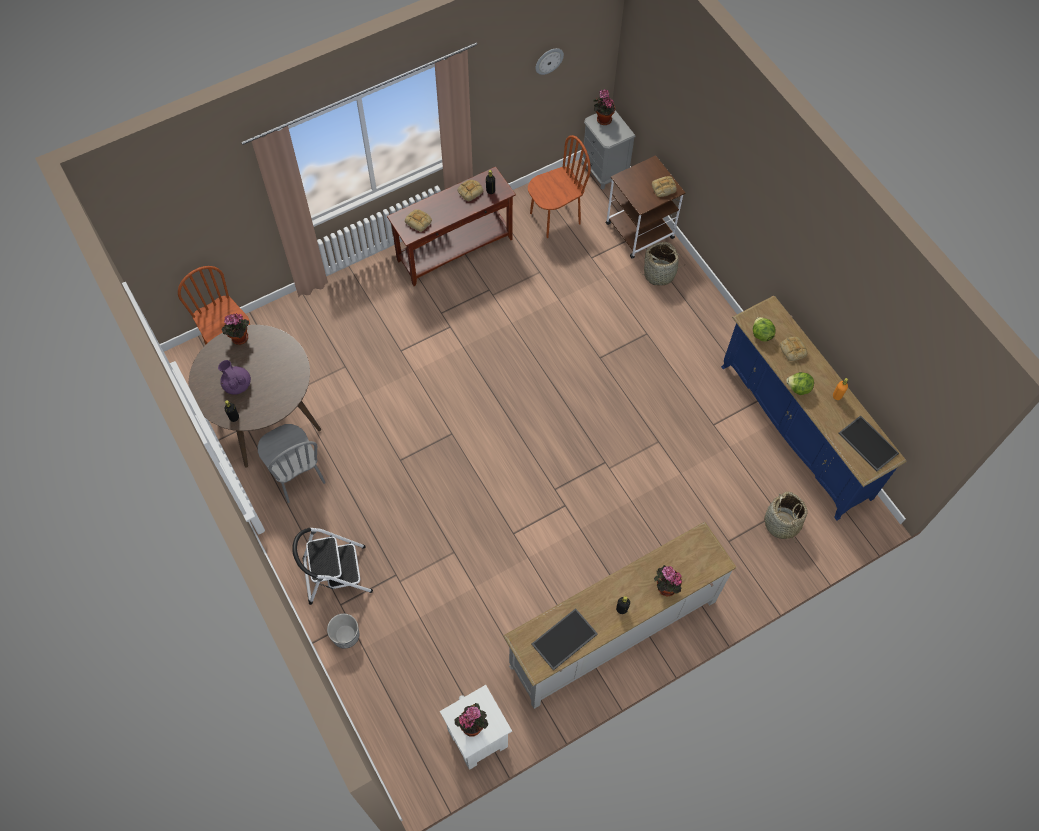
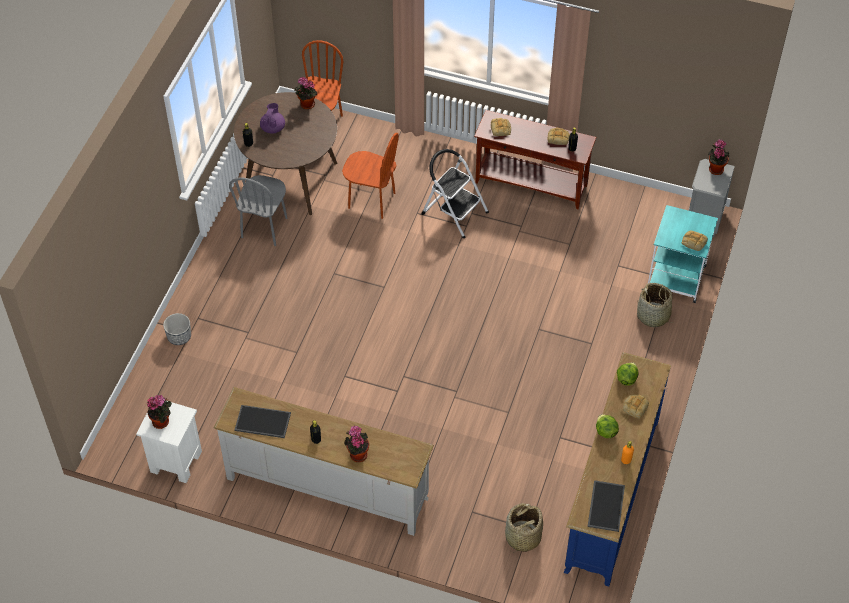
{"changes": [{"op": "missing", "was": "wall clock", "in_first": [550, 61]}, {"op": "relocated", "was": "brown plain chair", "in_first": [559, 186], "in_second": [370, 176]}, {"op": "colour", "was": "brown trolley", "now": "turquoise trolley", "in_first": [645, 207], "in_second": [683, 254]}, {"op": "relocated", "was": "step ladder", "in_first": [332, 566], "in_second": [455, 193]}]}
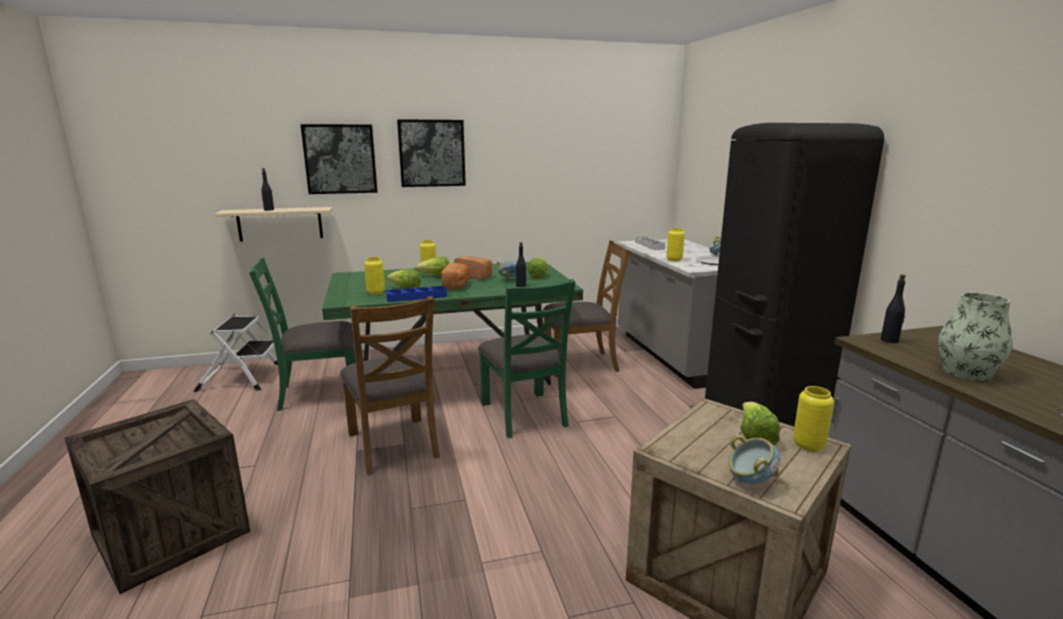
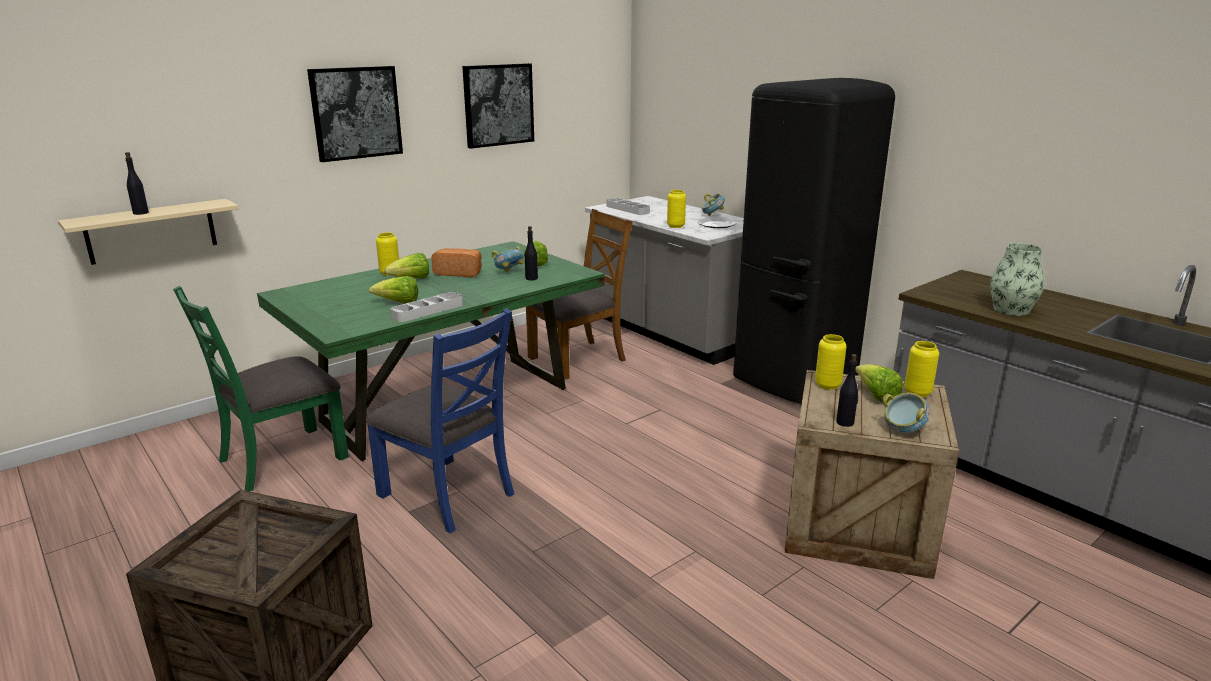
{"changes": [{"op": "relocated", "was": "wall art", "in_first": [339, 159], "in_second": [498, 106]}, {"op": "relocated", "was": "yellow-coloured decorative vase", "in_first": [374, 276], "in_second": [831, 362]}, {"op": "missing", "was": "bread", "in_first": [455, 276]}, {"op": "relocated", "was": "black-coloured bottle", "in_first": [893, 308], "in_second": [847, 390]}, {"op": "missing", "was": "green-coloured plain chair", "in_first": [526, 358]}, {"op": "colour", "was": "bluish serving tray", "now": "gray serving tray", "in_first": [416, 294], "in_second": [427, 307]}, {"op": "colour", "was": "brown plain chair", "now": "bluish plain chair", "in_first": [390, 386], "in_second": [440, 420]}, {"op": "missing", "was": "step ladder", "in_first": [235, 353]}]}
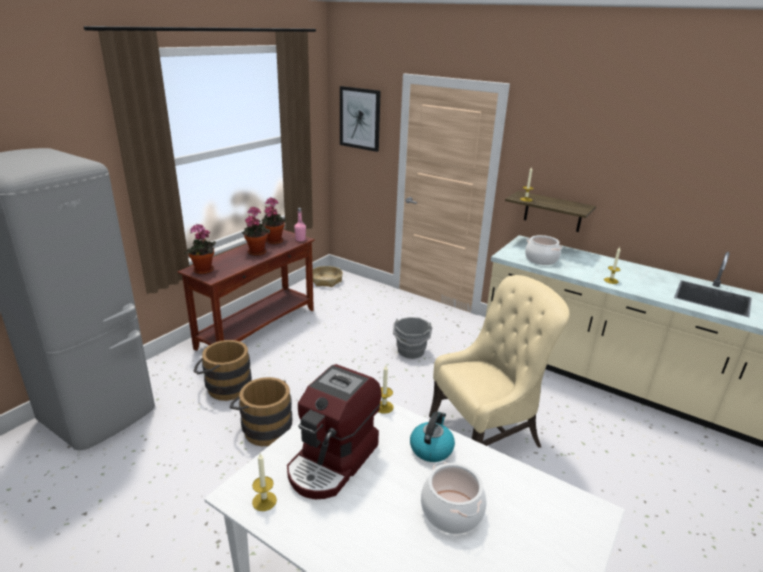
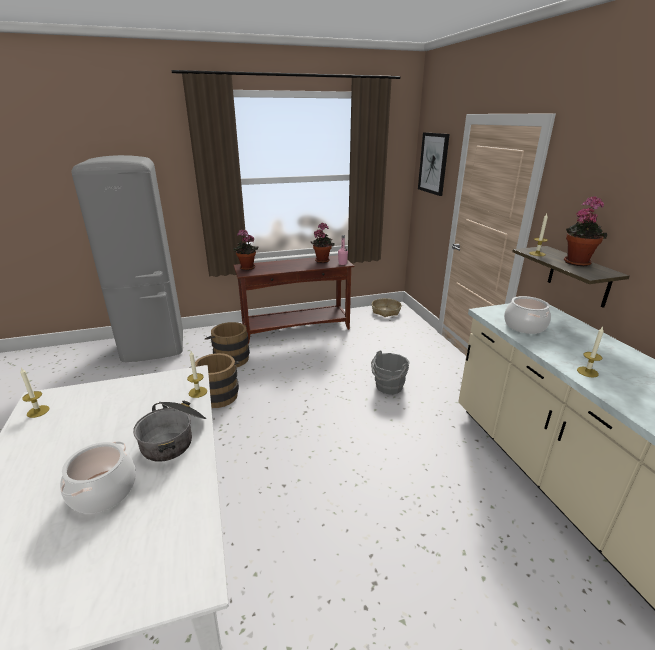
{"changes": [{"op": "relocated", "was": "potted plant", "in_first": [256, 231], "in_second": [585, 231]}, {"op": "missing", "was": "sand-coloured plain chair", "in_first": [499, 361]}, {"op": "missing", "was": "coffee machine", "in_first": [334, 431]}, {"op": "exchanged", "was": "kettle", "now": "saucepot", "in_first": [432, 436], "in_second": [169, 431]}]}
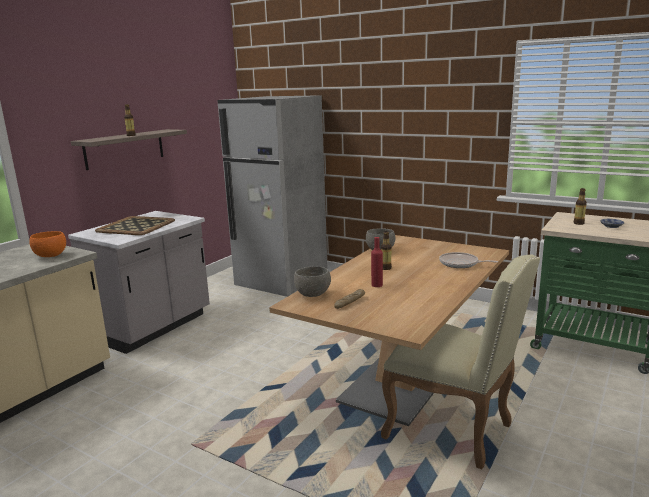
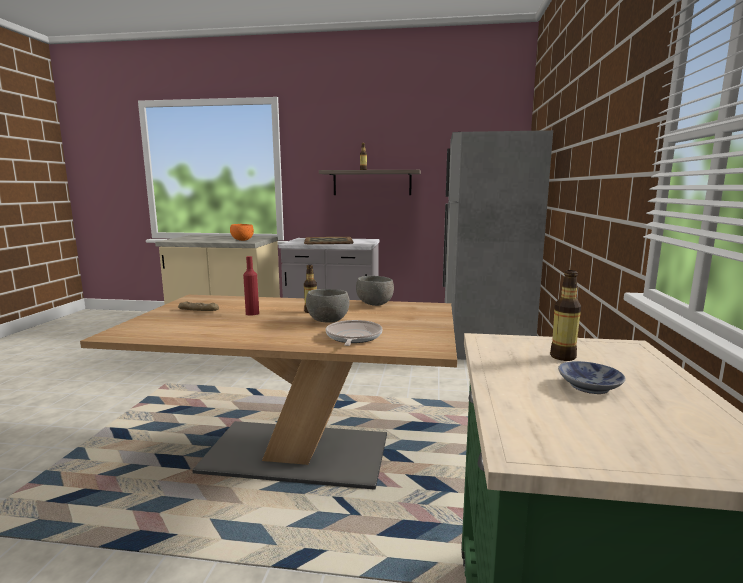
{"changes": [{"op": "missing", "was": "sand-coloured plain chair", "in_first": [460, 361]}, {"op": "relocated", "was": "gray bowl", "in_first": [312, 281], "in_second": [328, 305]}]}
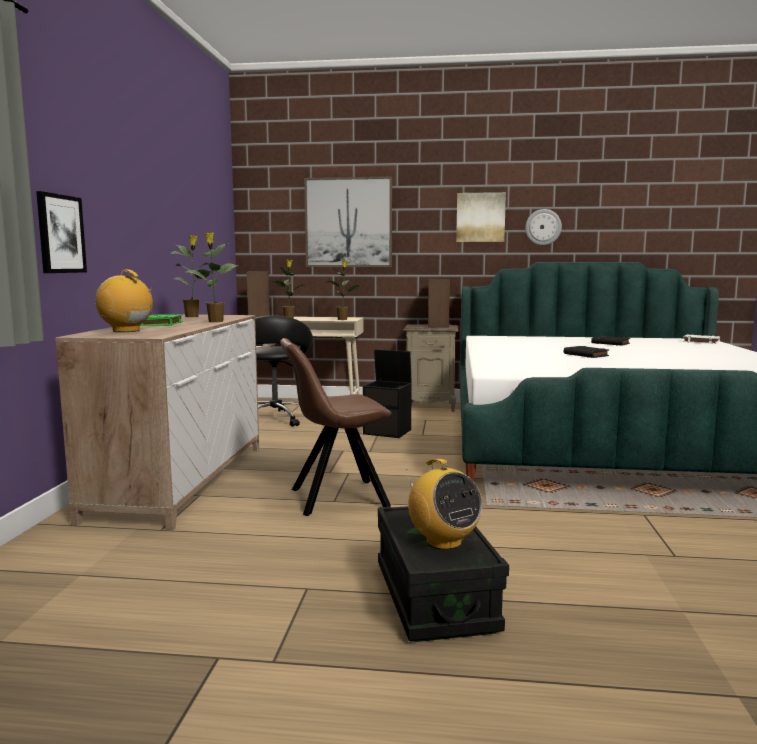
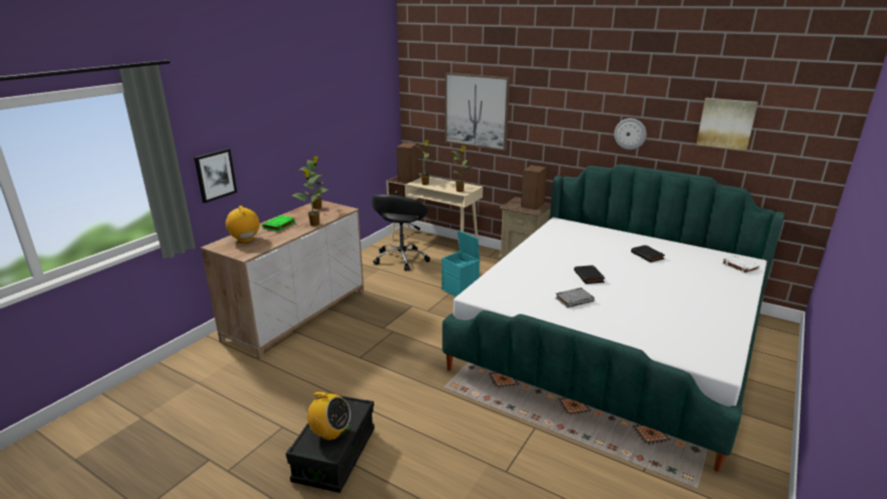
{"changes": [{"op": "relocated", "was": "wall art", "in_first": [481, 217], "in_second": [727, 124]}, {"op": "missing", "was": "brown plain chair", "in_first": [336, 427]}, {"op": "colour", "was": "black-coloured storage bin", "now": "turquoise storage bin", "in_first": [387, 393], "in_second": [461, 263]}, {"op": "spun", "was": "radio set", "in_first": [444, 504], "in_second": [326, 416], "clockwise": -60}, {"op": "appeared", "now": "gray volume", "in_second": [574, 298]}]}
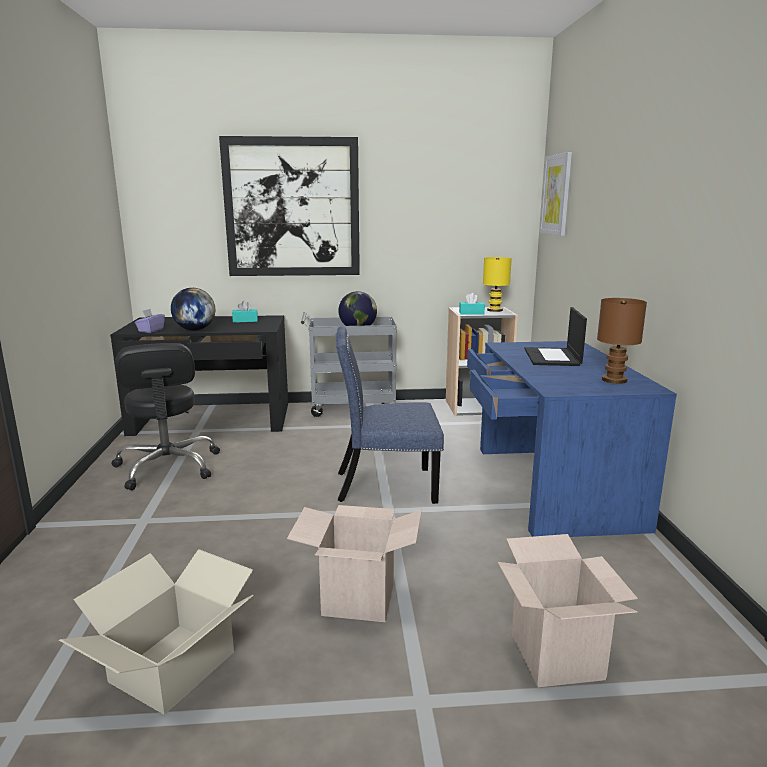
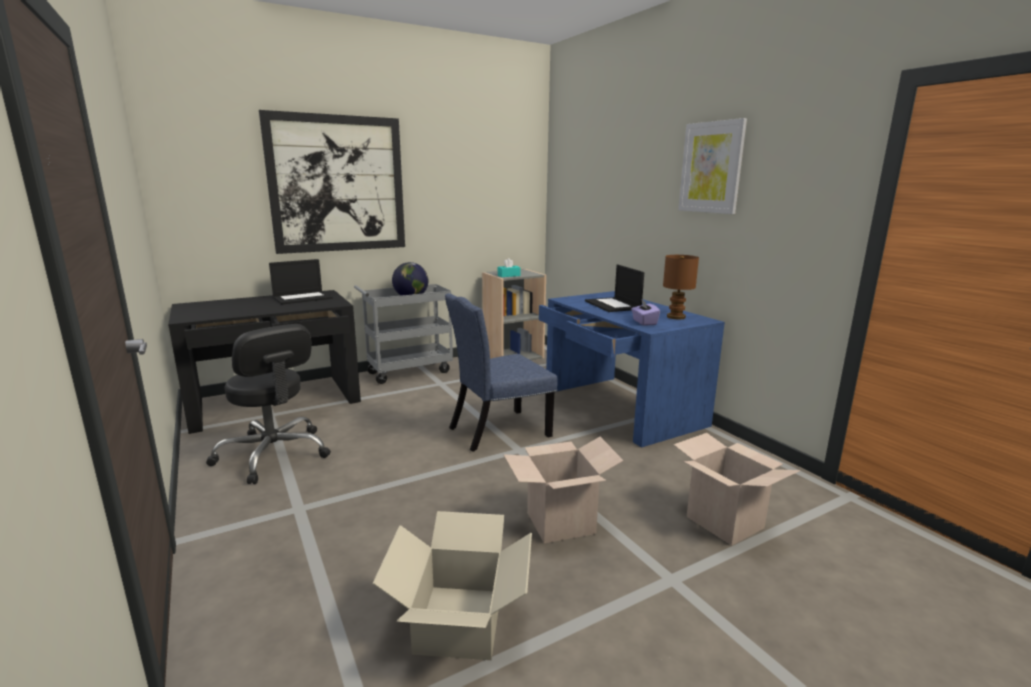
{"changes": [{"op": "relocated", "was": "wall art", "in_first": [556, 194], "in_second": [712, 166]}, {"op": "missing", "was": "yellow-coloured table lamp", "in_first": [497, 284]}, {"op": "missing", "was": "world globe", "in_first": [193, 309]}, {"op": "exchanged", "was": "turquoise box of tissues", "now": "laptop", "in_first": [245, 312], "in_second": [301, 281]}, {"op": "relocated", "was": "purplish box of tissues", "in_first": [150, 321], "in_second": [645, 312]}]}
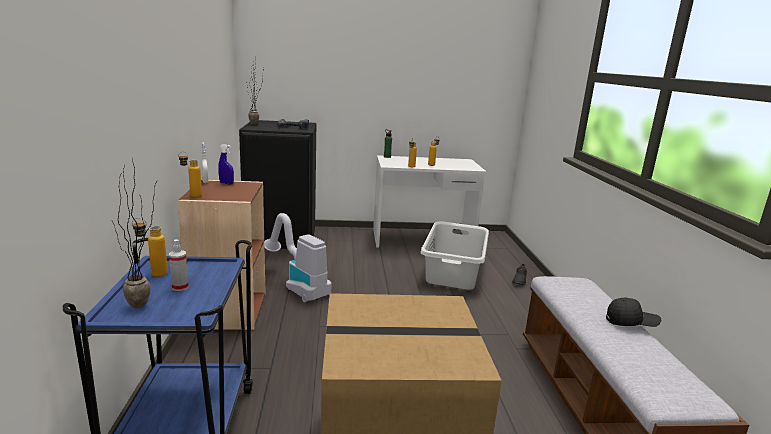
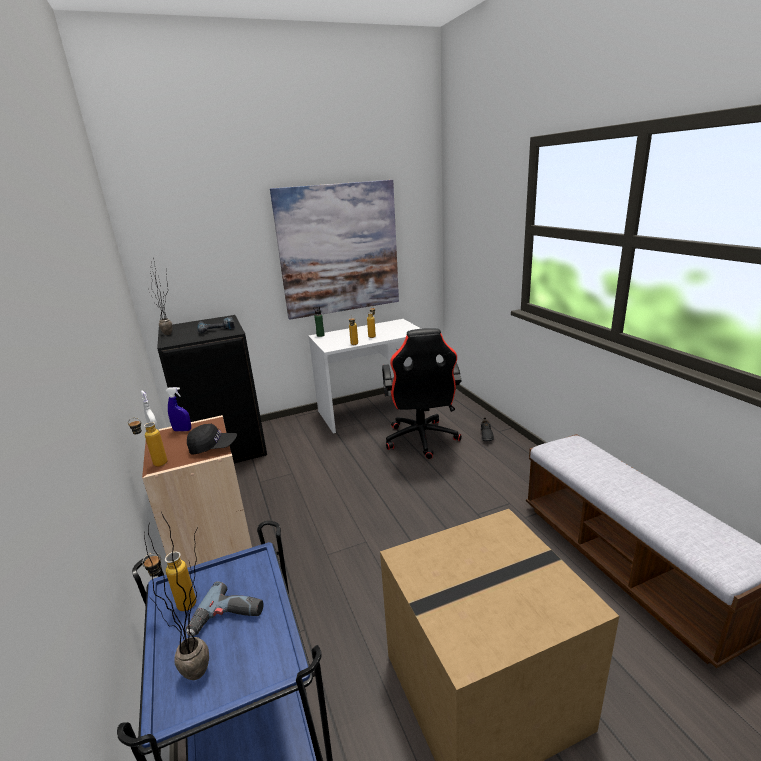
{"changes": [{"op": "missing", "was": "vacuum", "in_first": [298, 257]}, {"op": "exchanged", "was": "gray hamper", "now": "black-coloured computer chair", "in_first": [455, 255], "in_second": [422, 393]}, {"op": "exchanged", "was": "hand sprayer", "now": "electric drill", "in_first": [179, 265], "in_second": [225, 609]}, {"op": "relocated", "was": "black-coloured baseball cap", "in_first": [633, 312], "in_second": [212, 439]}, {"op": "appeared", "now": "wall art", "in_second": [334, 250]}]}
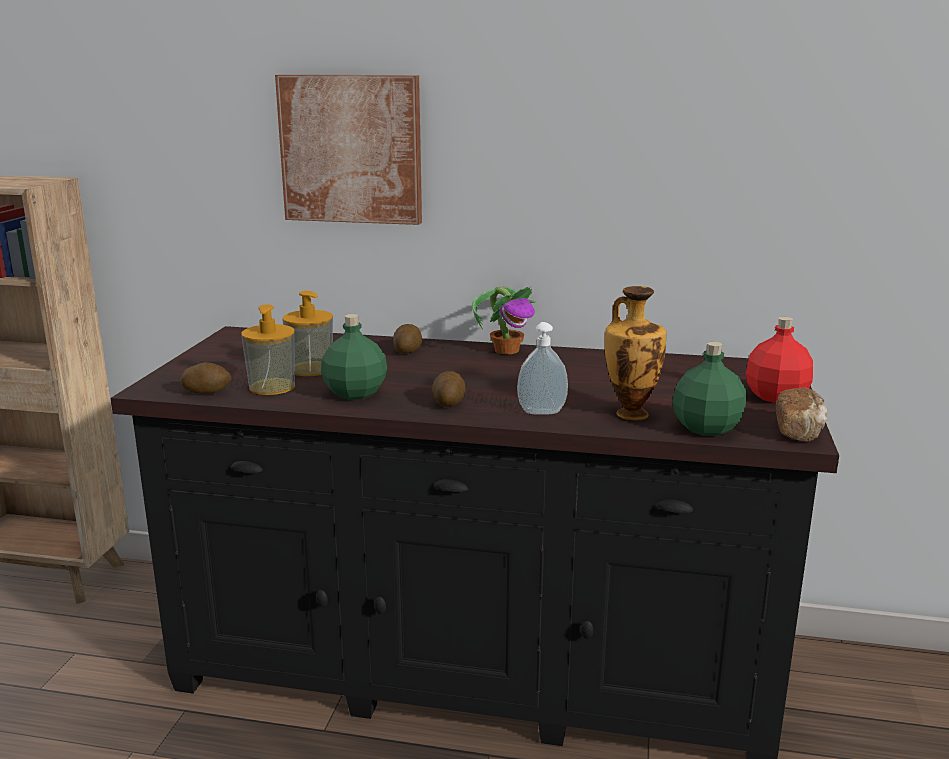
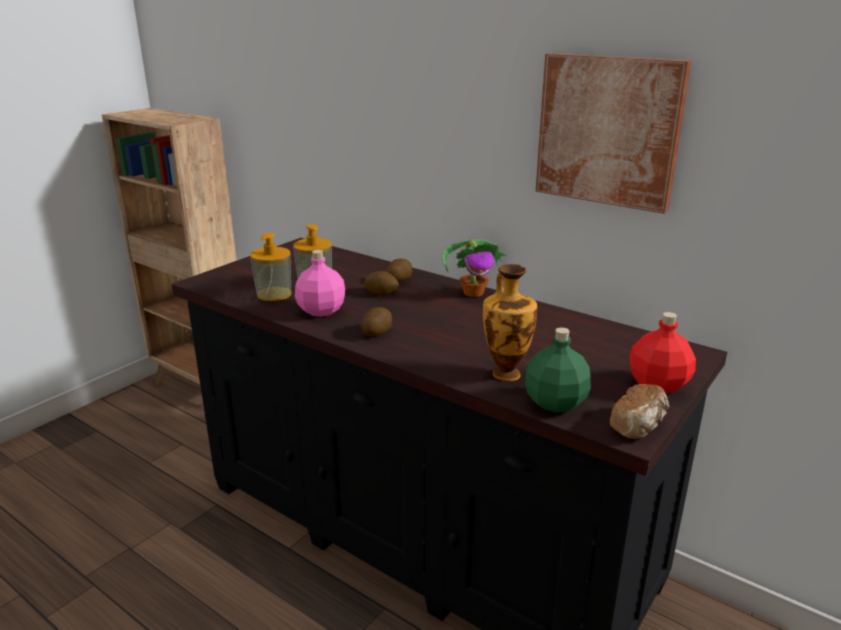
{"changes": [{"op": "relocated", "was": "wall art", "in_first": [348, 149], "in_second": [614, 133]}, {"op": "colour", "was": "green-coloured bottle", "now": "pinkish bottle", "in_first": [354, 357], "in_second": [320, 283]}, {"op": "missing", "was": "soap bottle", "in_first": [542, 368]}, {"op": "relocated", "was": "potato", "in_first": [206, 378], "in_second": [381, 283]}]}
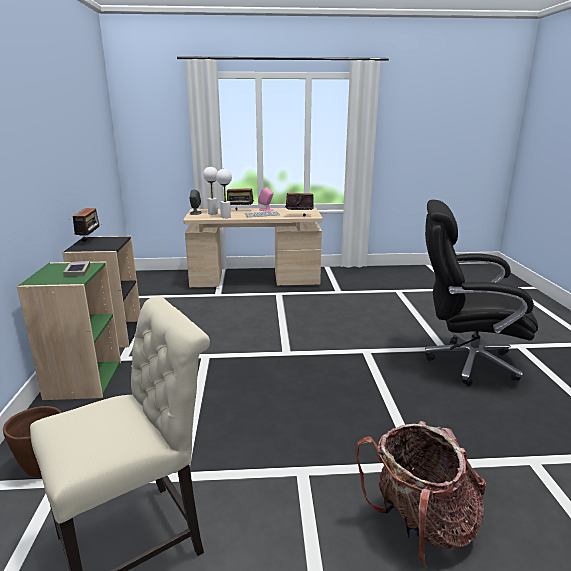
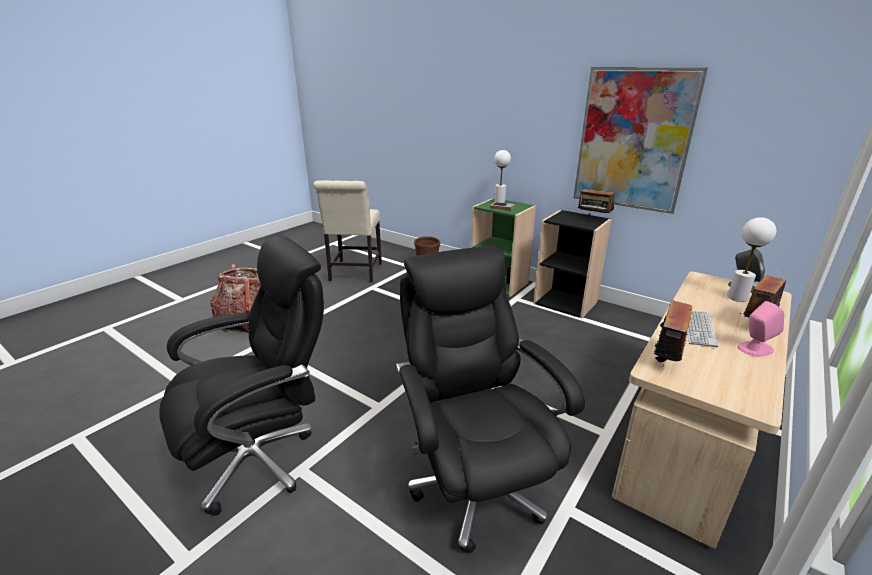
{"changes": [{"op": "relocated", "was": "white table lamp", "in_first": [224, 193], "in_second": [502, 176]}, {"op": "appeared", "now": "wall art", "in_second": [640, 140]}, {"op": "appeared", "now": "black-coloured computer chair", "in_second": [490, 399]}]}
